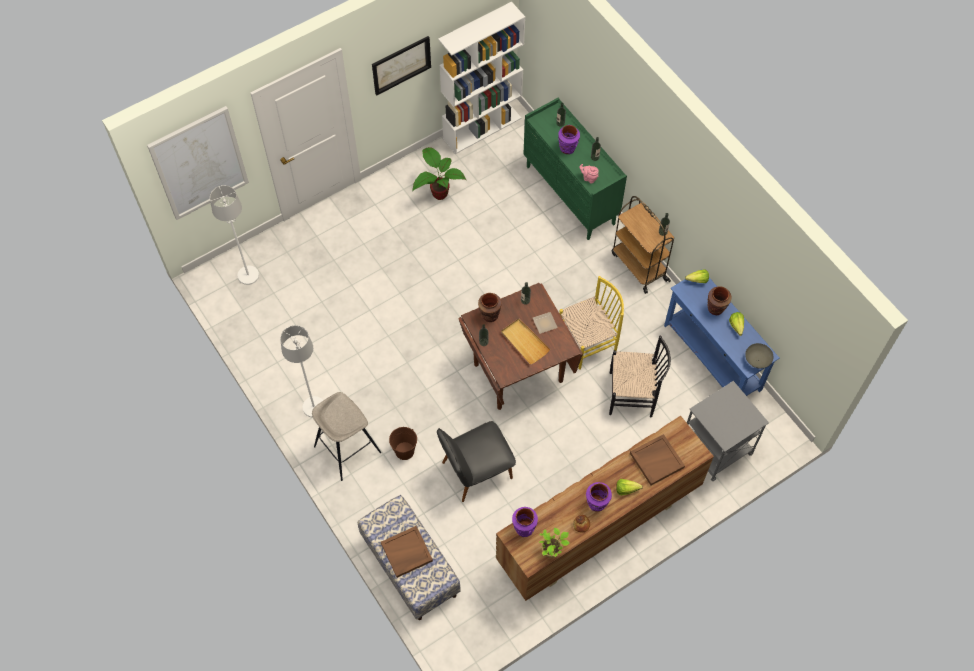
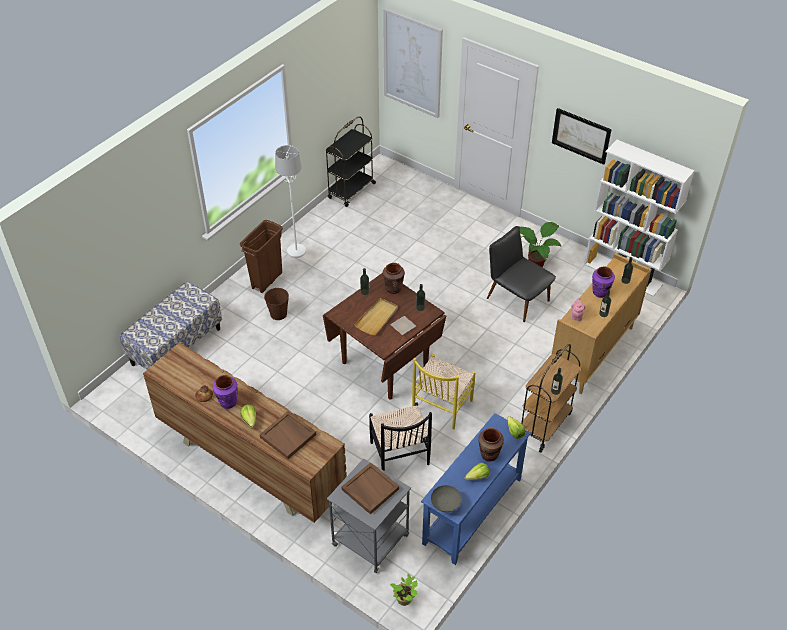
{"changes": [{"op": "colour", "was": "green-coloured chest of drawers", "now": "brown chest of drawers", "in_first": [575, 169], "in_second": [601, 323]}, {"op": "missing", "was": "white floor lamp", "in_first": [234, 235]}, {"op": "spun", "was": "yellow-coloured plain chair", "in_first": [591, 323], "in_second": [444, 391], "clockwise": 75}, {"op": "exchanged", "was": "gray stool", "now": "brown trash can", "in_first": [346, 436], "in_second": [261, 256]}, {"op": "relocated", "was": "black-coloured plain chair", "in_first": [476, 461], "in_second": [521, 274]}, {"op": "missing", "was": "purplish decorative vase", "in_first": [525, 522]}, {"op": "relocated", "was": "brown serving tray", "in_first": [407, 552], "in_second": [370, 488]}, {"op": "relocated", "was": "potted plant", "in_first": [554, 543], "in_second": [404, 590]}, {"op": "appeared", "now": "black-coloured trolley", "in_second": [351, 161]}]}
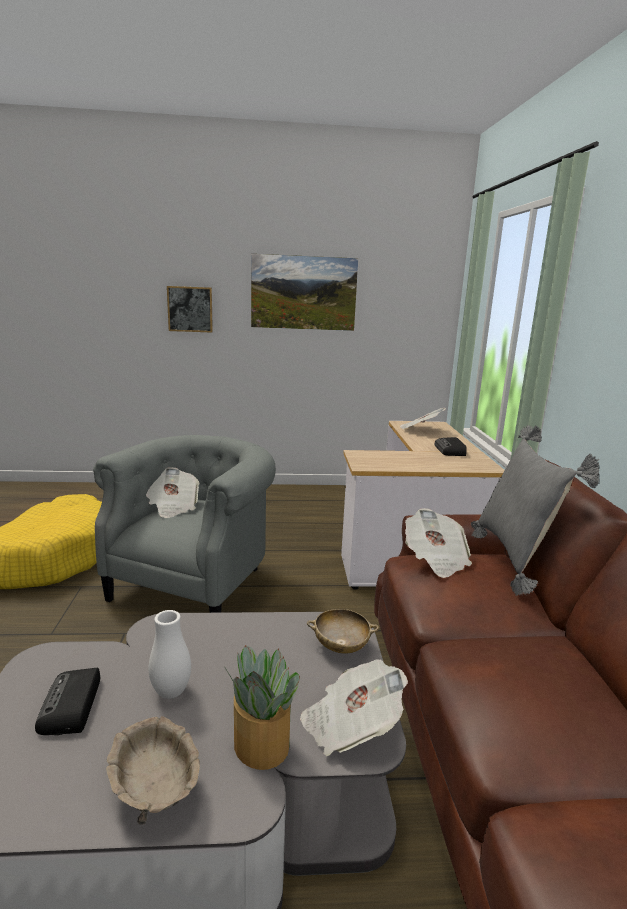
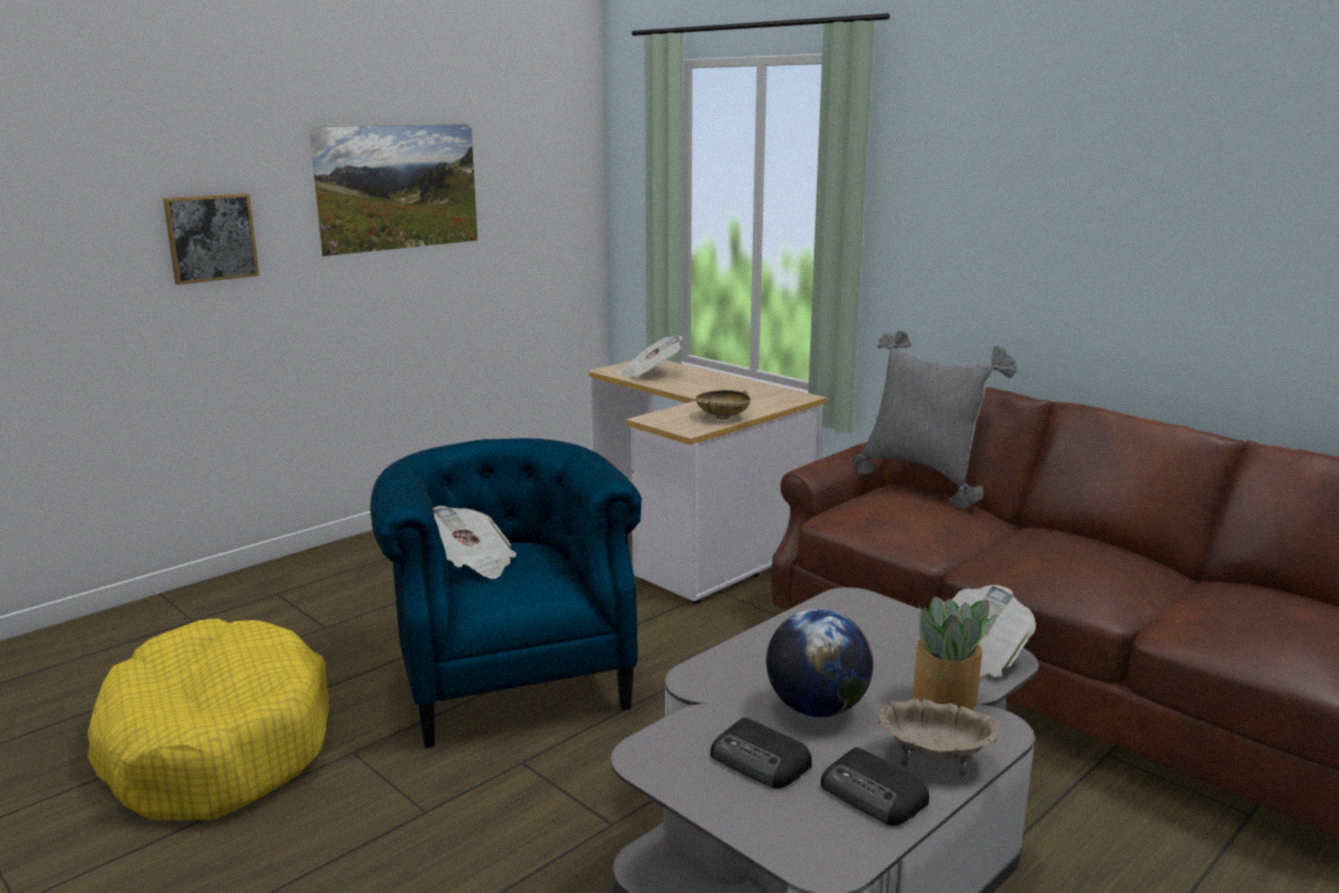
{"changes": [{"op": "colour", "was": "gray armchair", "now": "bluish armchair", "in_first": [184, 524], "in_second": [506, 593]}, {"op": "relocated", "was": "radio set", "in_first": [450, 446], "in_second": [875, 786]}, {"op": "missing", "was": "newspaper", "in_first": [438, 543]}, {"op": "relocated", "was": "sand-coloured bowl", "in_first": [343, 631], "in_second": [723, 404]}, {"op": "exchanged", "was": "white decorative vase", "now": "world globe", "in_first": [170, 654], "in_second": [819, 663]}]}
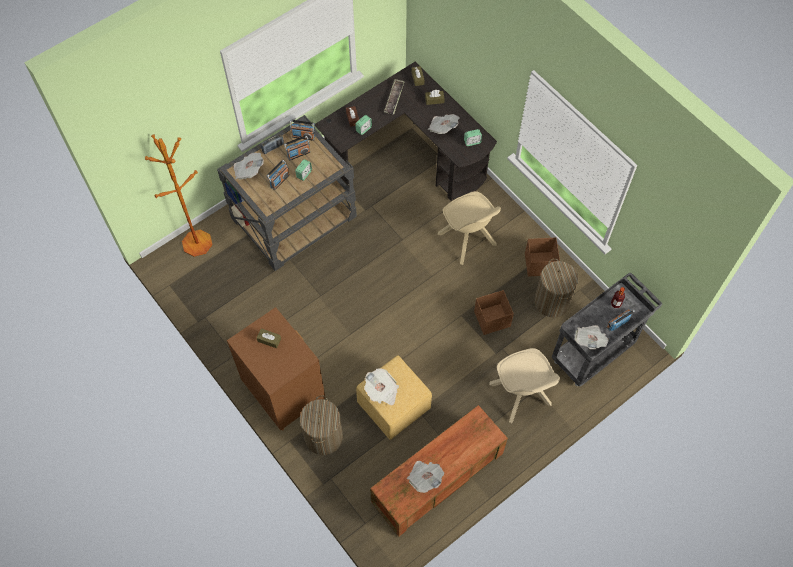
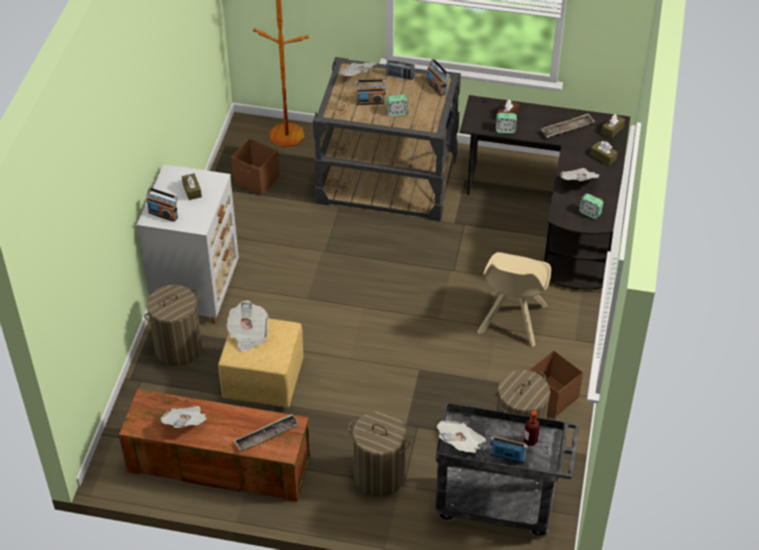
{"changes": [{"op": "relocated", "was": "radio set", "in_first": [297, 147], "in_second": [162, 205]}, {"op": "relocated", "was": "brown storage bin", "in_first": [494, 312], "in_second": [255, 166]}, {"op": "colour", "was": "brown chest of drawers", "now": "white chest of drawers", "in_first": [276, 369], "in_second": [188, 244]}, {"op": "exchanged", "was": "sand-coloured plain chair", "now": "hamper", "in_first": [524, 385], "in_second": [379, 454]}, {"op": "appeared", "now": "serving tray", "in_second": [266, 433]}]}
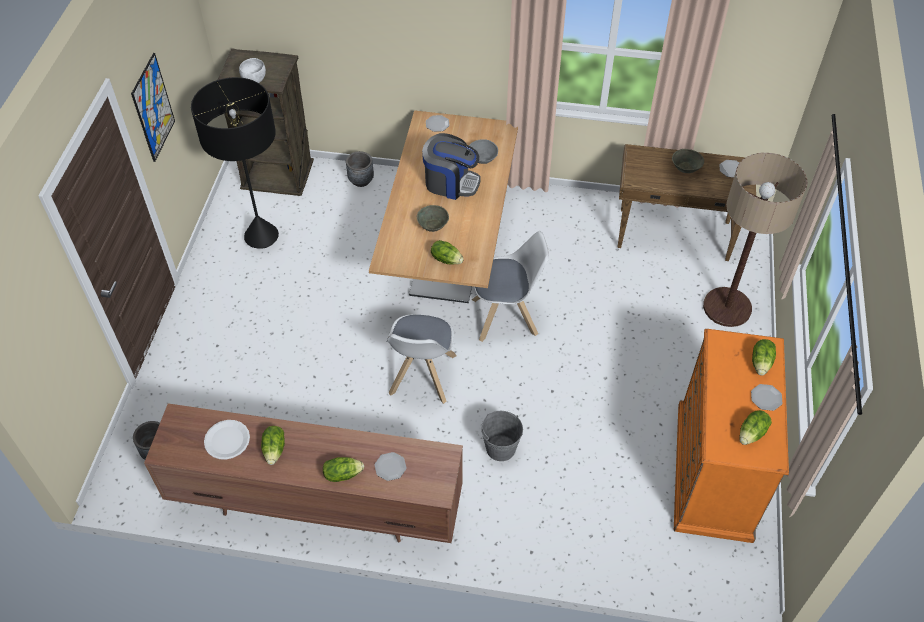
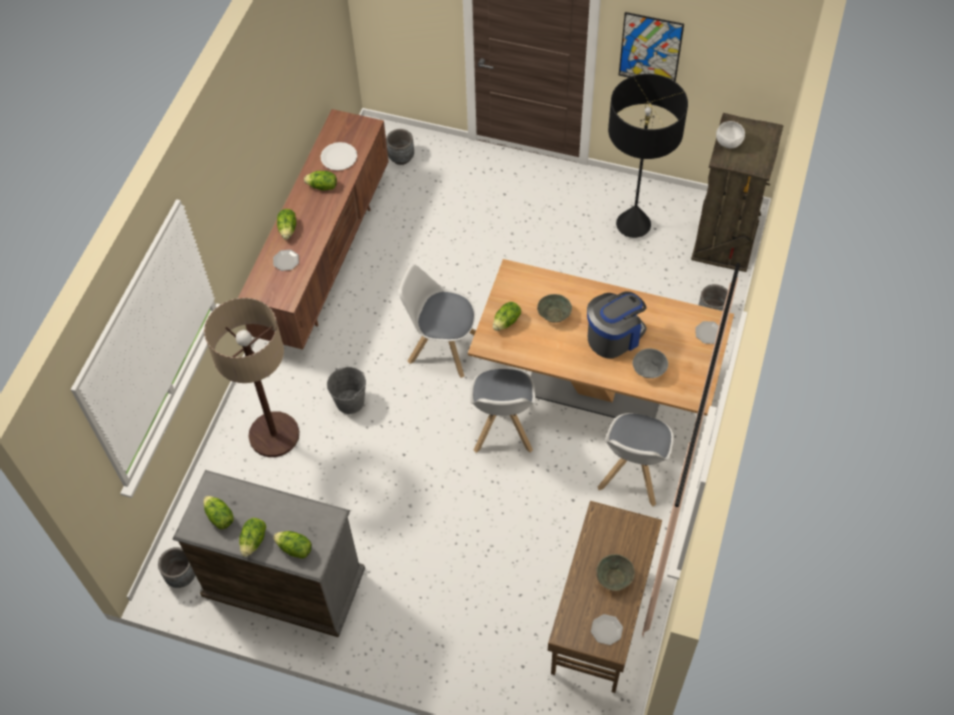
{"changes": [{"op": "spun", "was": "coffee machine", "in_first": [451, 166], "in_second": [617, 325], "clockwise": -150}, {"op": "relocated", "was": "floor lamp", "in_first": [755, 240], "in_second": [251, 377]}, {"op": "colour", "was": "orange-coloured chest of drawers", "now": "gray chest of drawers", "in_first": [731, 436], "in_second": [269, 553]}, {"op": "exchanged", "was": "plate", "now": "lettuce head", "in_first": [767, 397], "in_second": [252, 537]}, {"op": "appeared", "now": "plain chair", "in_second": [636, 460]}, {"op": "appeared", "now": "gray flower pot", "in_second": [176, 567]}]}
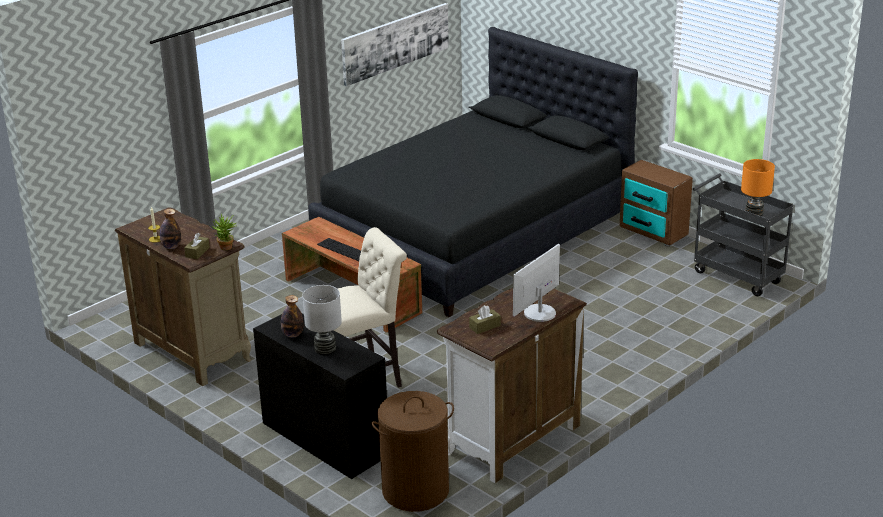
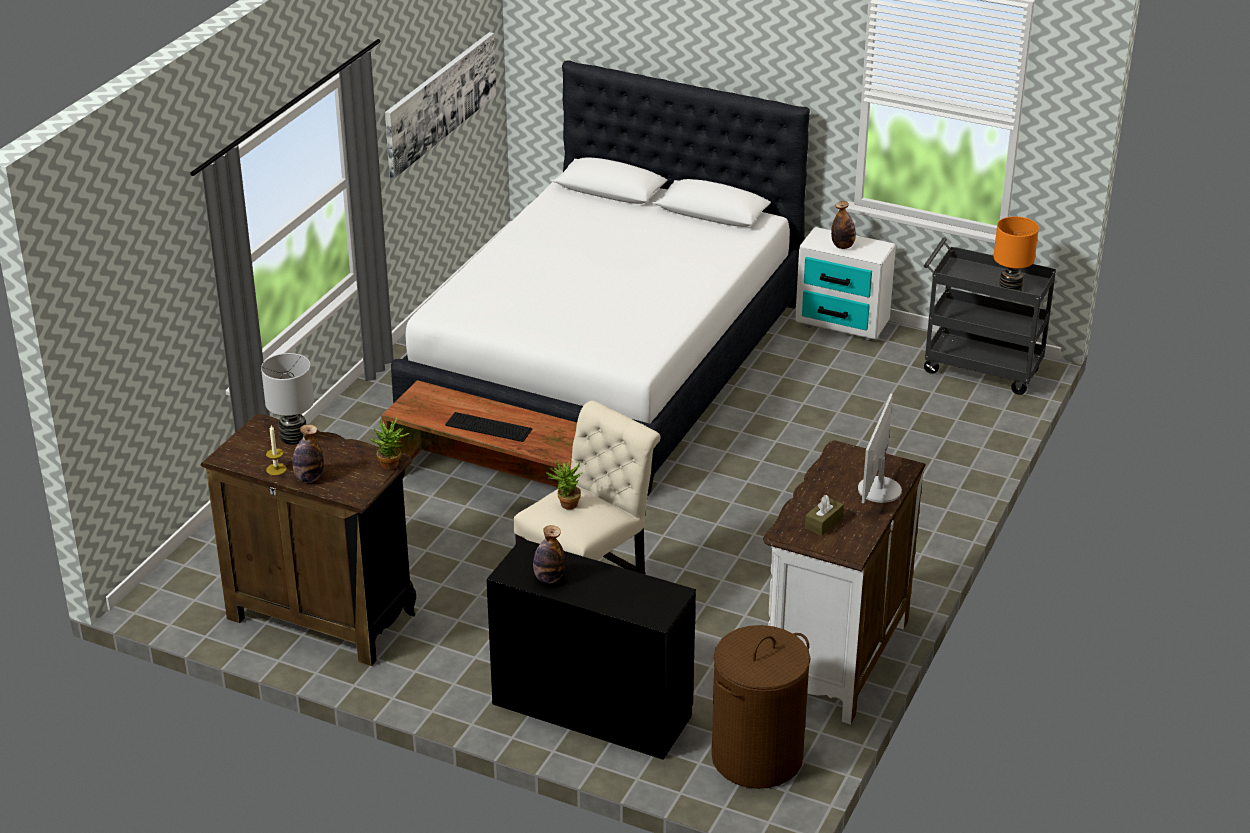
{"changes": [{"op": "colour", "was": "black-coloured bedroom bed", "now": "white bedroom bed", "in_first": [473, 172], "in_second": [600, 277]}, {"op": "colour", "was": "brown bedside table", "now": "white bedside table", "in_first": [656, 203], "in_second": [845, 284]}, {"op": "colour", "was": "sand-coloured chest of drawers", "now": "black-coloured chest of drawers", "in_first": [183, 296], "in_second": [308, 540]}, {"op": "missing", "was": "brown box of tissues", "in_first": [197, 246]}, {"op": "relocated", "was": "gray table lamp", "in_first": [322, 320], "in_second": [287, 399]}, {"op": "appeared", "now": "bottle", "in_second": [843, 225]}, {"op": "appeared", "now": "potted plant", "in_second": [564, 484]}]}
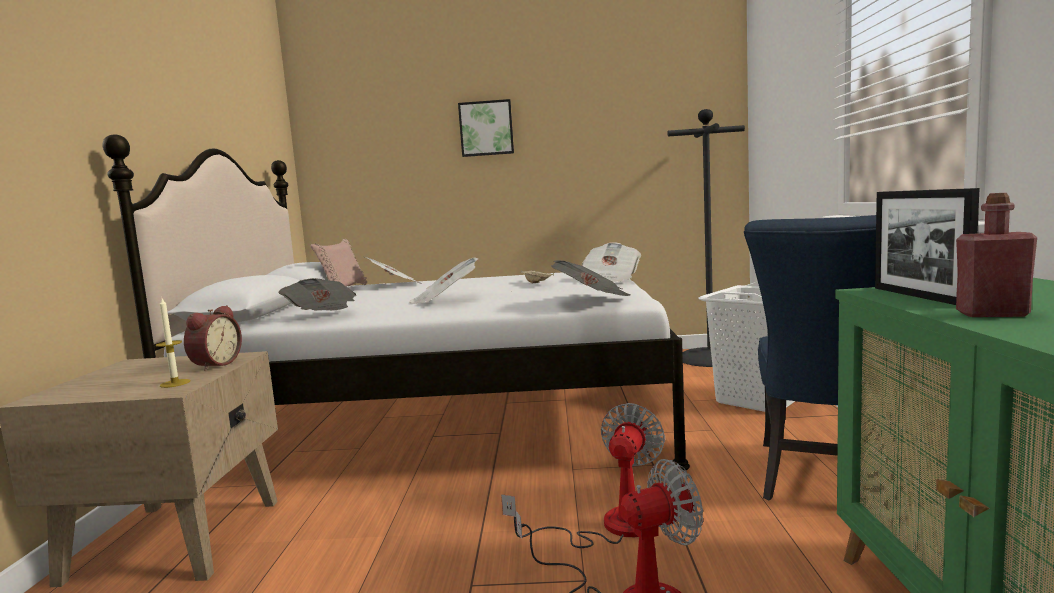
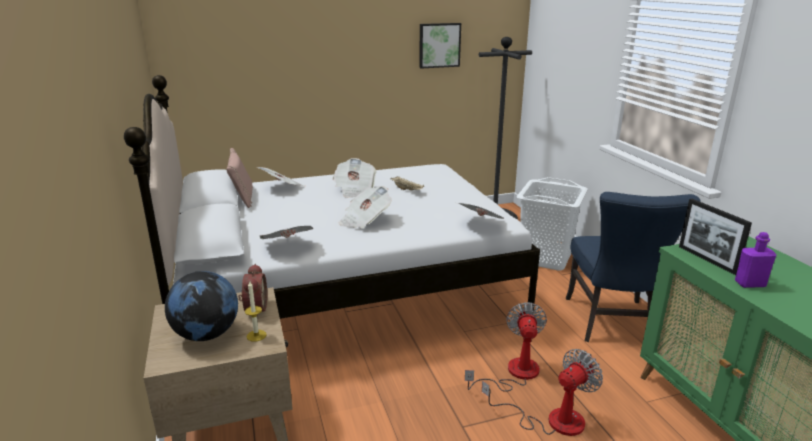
{"changes": [{"op": "relocated", "was": "wall art", "in_first": [486, 128], "in_second": [440, 46]}, {"op": "colour", "was": "reddish bottle", "now": "purplish bottle", "in_first": [996, 255], "in_second": [755, 260]}, {"op": "relocated", "was": "newspaper", "in_first": [611, 262], "in_second": [355, 178]}, {"op": "appeared", "now": "world globe", "in_second": [201, 306]}]}
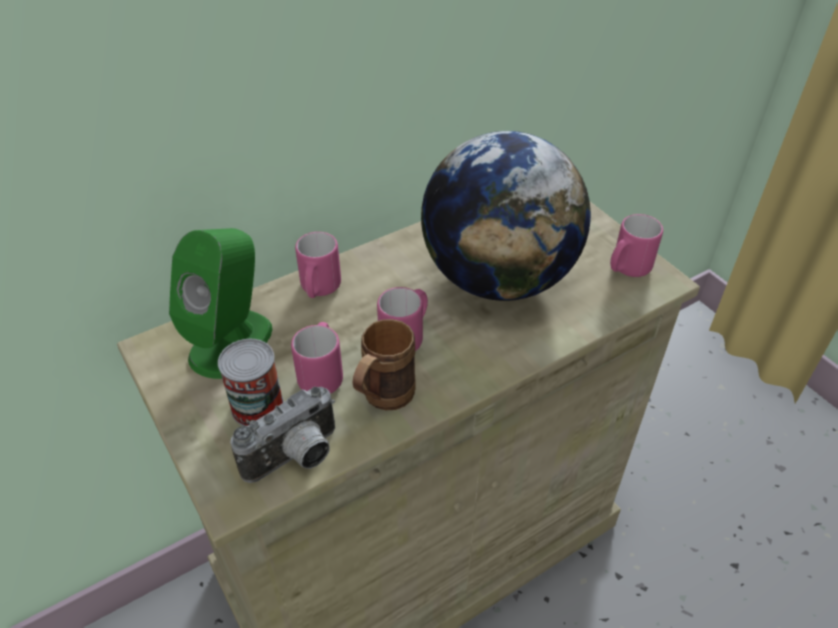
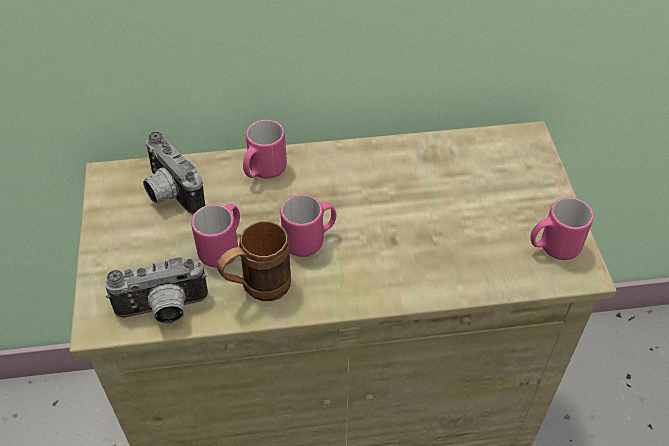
{"changes": [{"op": "missing", "was": "world globe", "in_first": [506, 216]}, {"op": "exchanged", "was": "green-coloured loudspeaker", "now": "still camera", "in_first": [220, 303], "in_second": [174, 173]}, {"op": "missing", "was": "can", "in_first": [251, 382]}]}
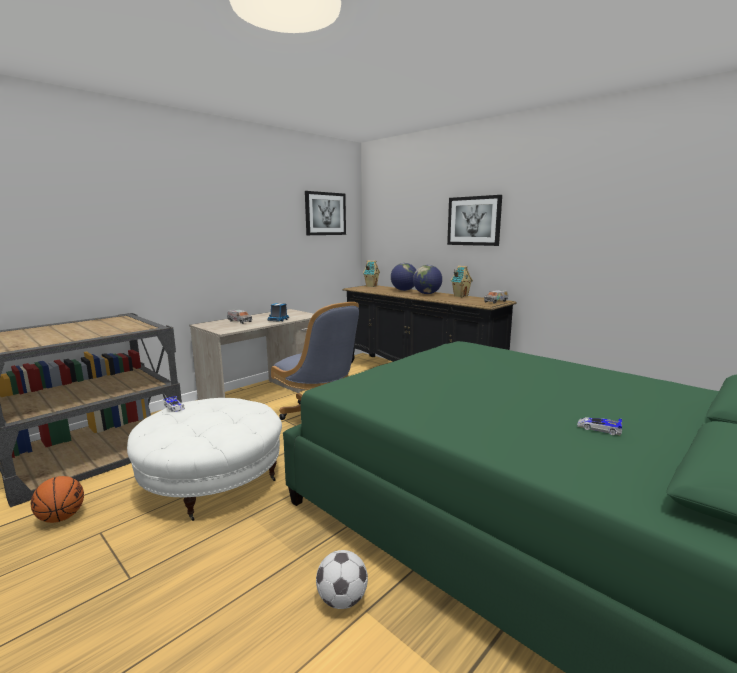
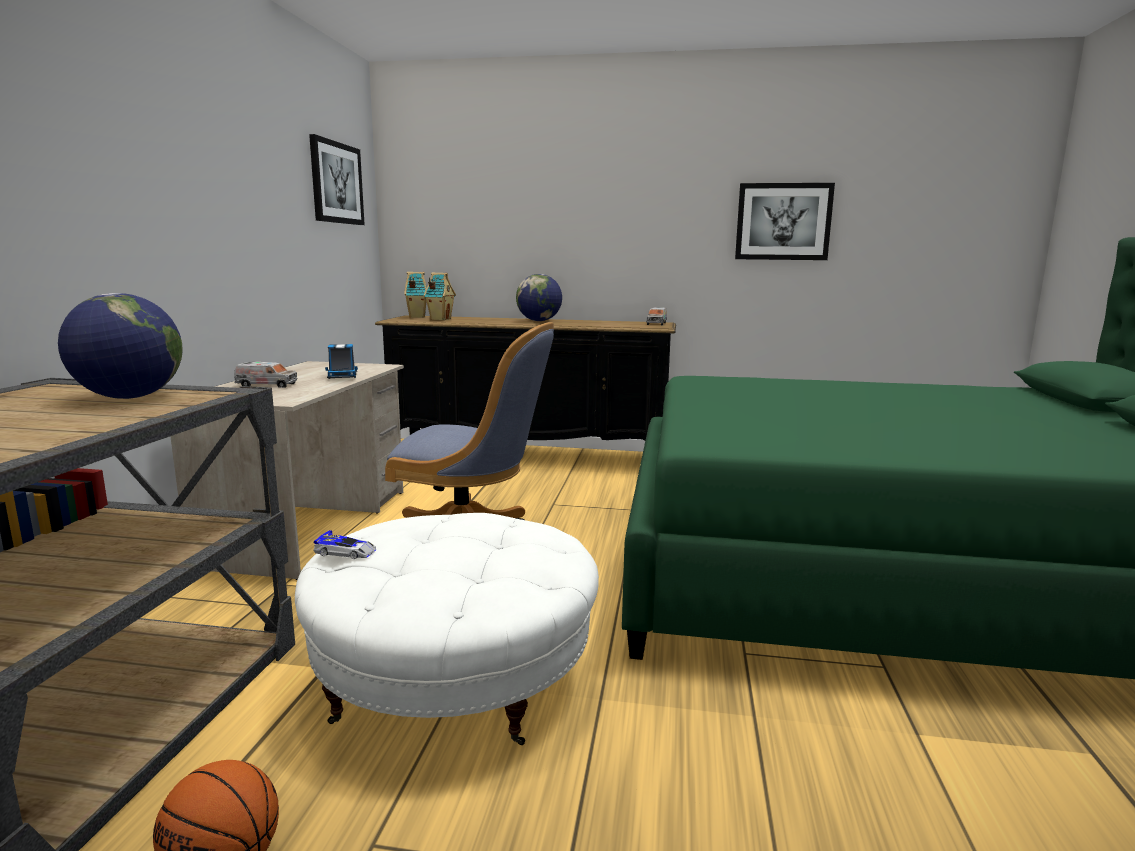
{"changes": [{"op": "relocated", "was": "wall art", "in_first": [474, 220], "in_second": [785, 221]}, {"op": "relocated", "was": "world globe", "in_first": [403, 277], "in_second": [120, 346]}, {"op": "relocated", "was": "miniature house", "in_first": [461, 281], "in_second": [440, 296]}, {"op": "missing", "was": "miniature car", "in_first": [599, 426]}, {"op": "missing", "was": "football ball", "in_first": [342, 579]}]}
